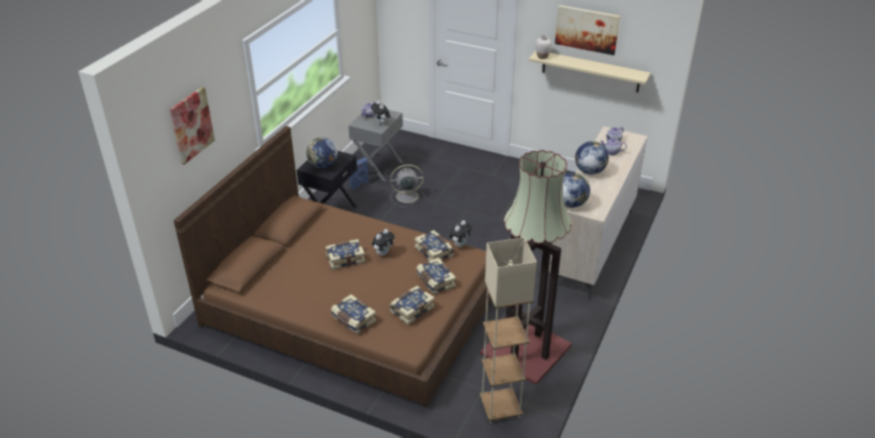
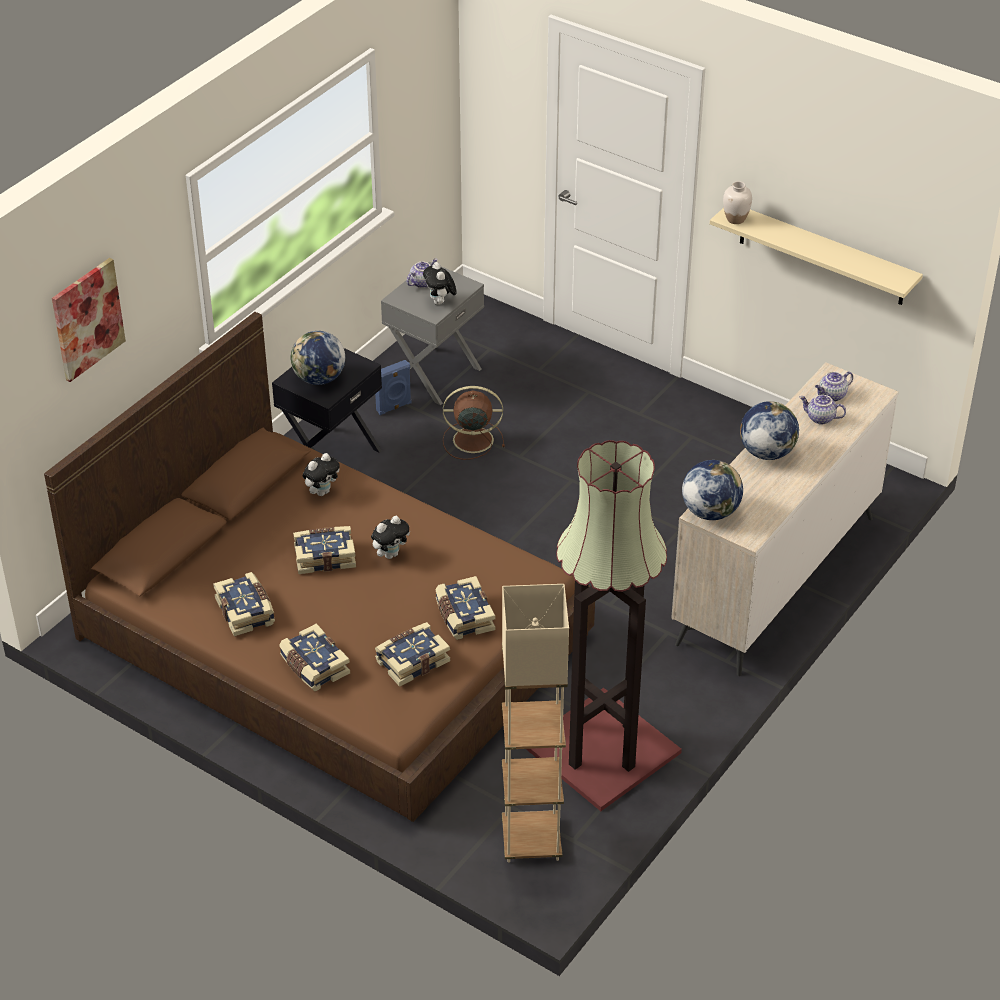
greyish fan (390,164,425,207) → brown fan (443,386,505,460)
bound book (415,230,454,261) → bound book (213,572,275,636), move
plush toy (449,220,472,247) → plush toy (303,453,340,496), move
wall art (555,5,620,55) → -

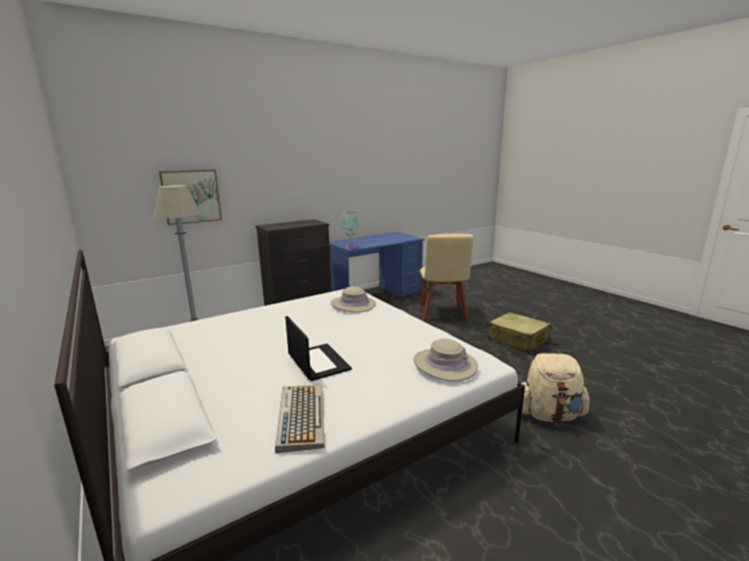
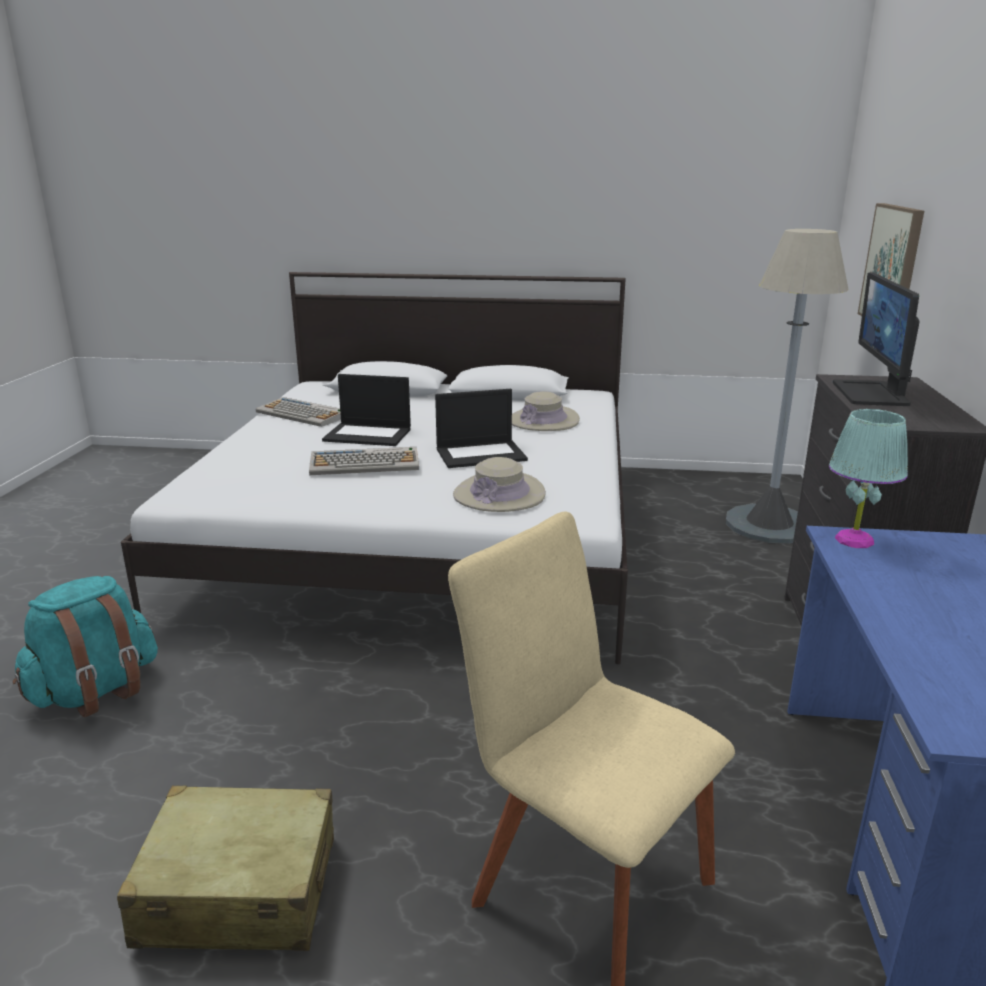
sand-coloured hat (414,339,478,381) → sand-coloured hat (512,391,580,431), move
sand-coloured backpack (521,353,591,422) → turquoise-coloured backpack (13,576,158,717)
- → computer keyboard (309,447,419,475)
- → laptop (435,389,528,468)
- → monitor (833,272,919,406)

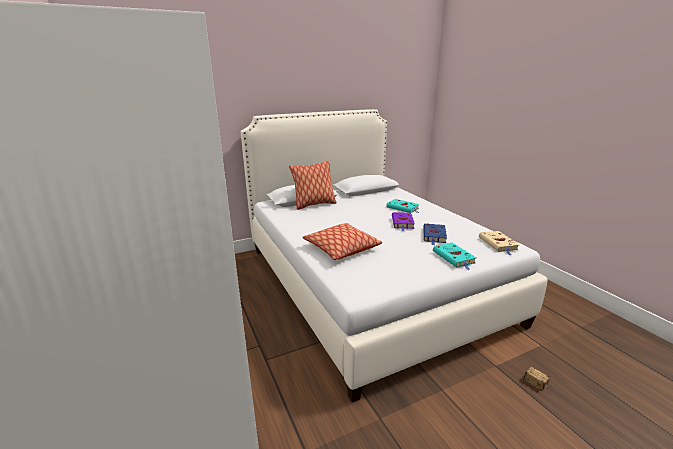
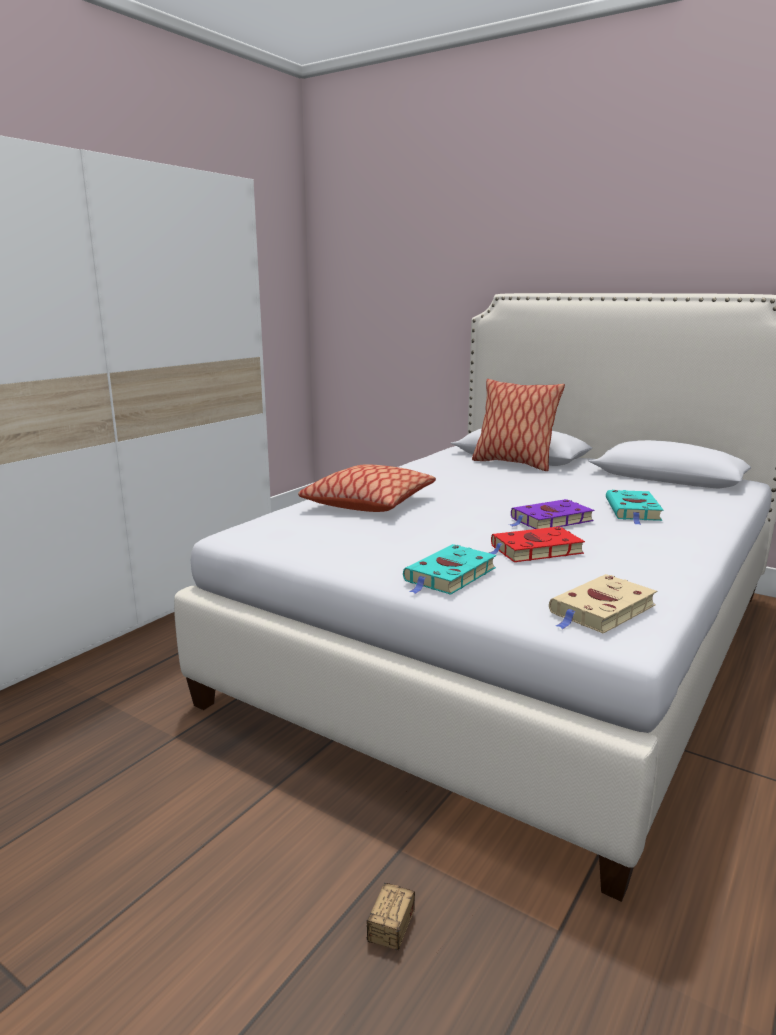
bluish bound book (423,224,447,245) → red-coloured bound book (489,526,585,562)

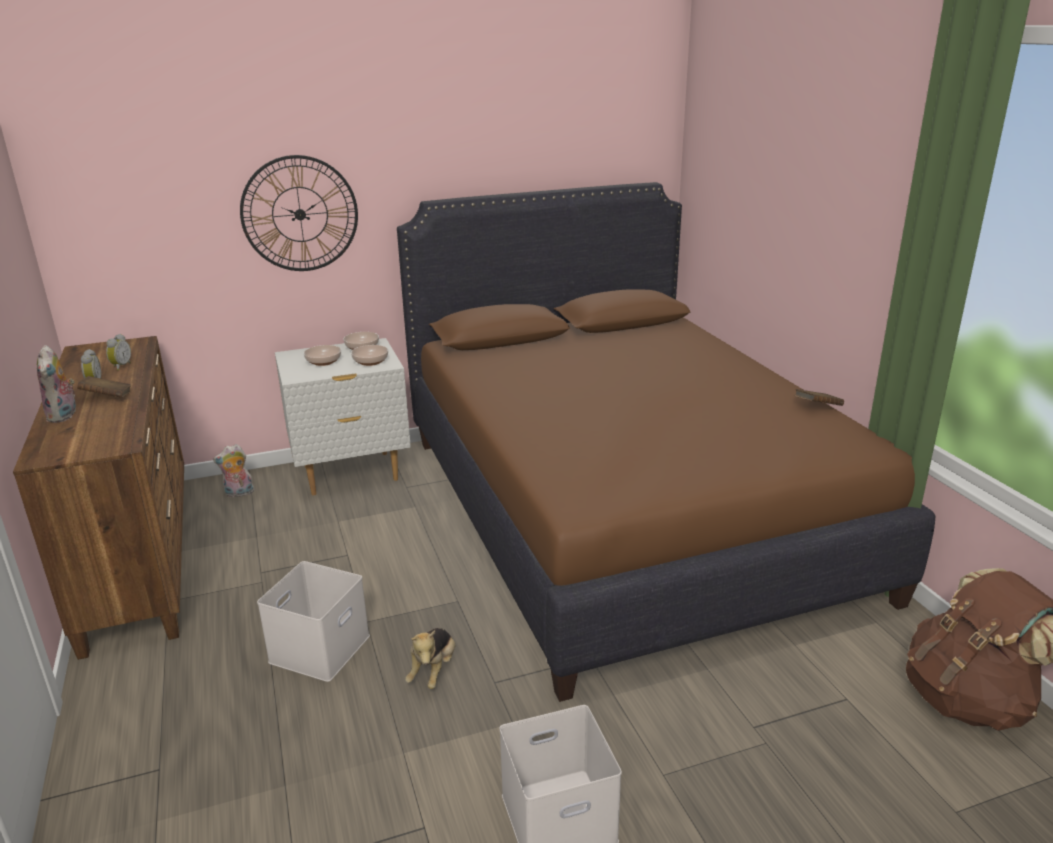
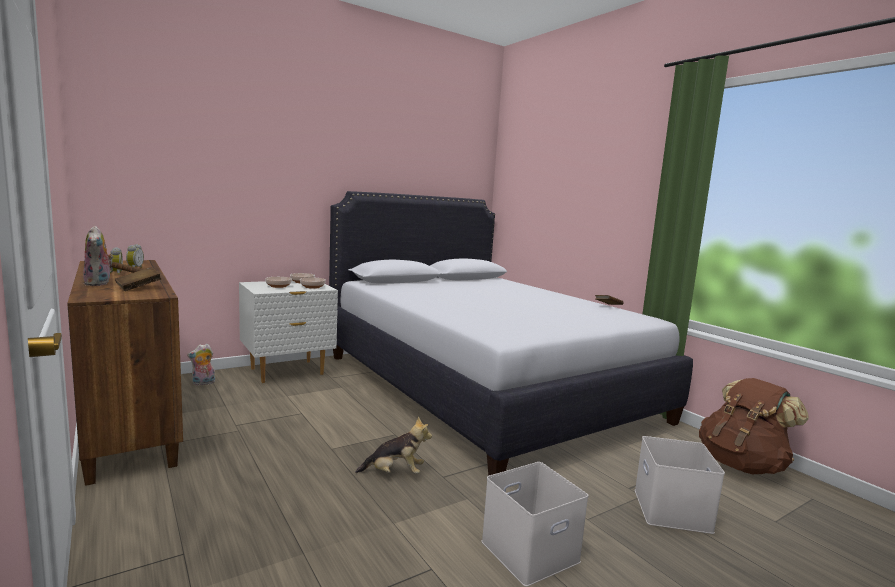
hanging clock (240,155,358,271) → -
white storage bin (257,561,370,682) → white storage bin (635,436,725,534), move
brown bedroom bed (397,182,935,702) → white bedroom bed (329,191,693,476)
plush toy (405,628,455,689) → plush toy (355,417,432,474), 90 degrees counterclockwise
- → brown bound book (115,267,162,291)

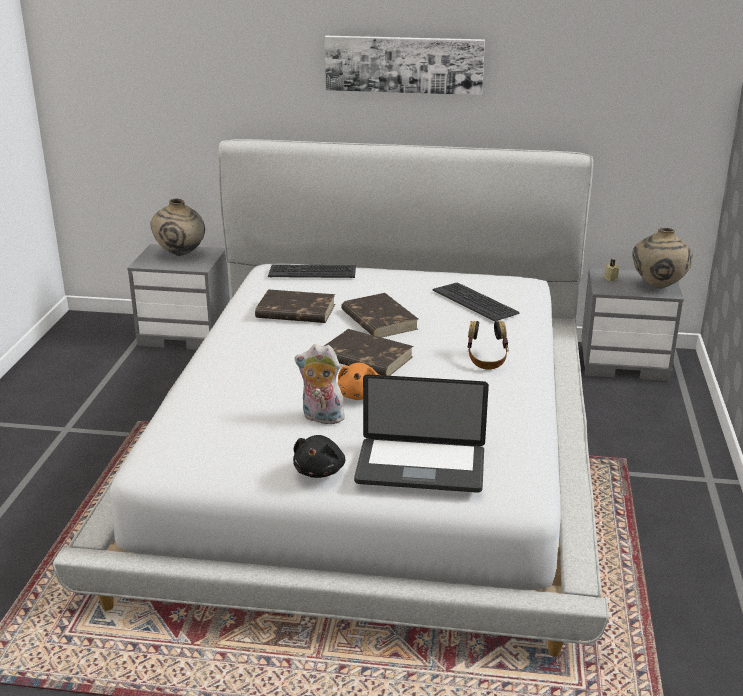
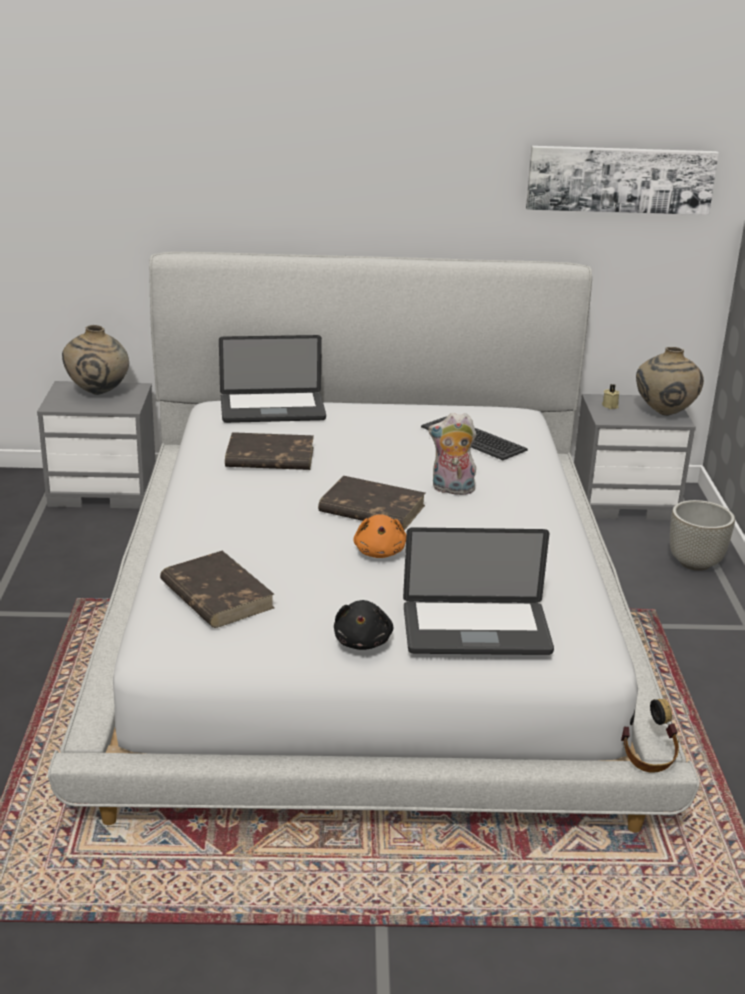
computer keyboard (268,264,356,278) → laptop (219,335,326,423)
plush toy (295,344,345,424) → plush toy (428,413,477,495), move
wall art (325,36,485,95) → wall art (526,146,719,215), move
brown bound book (341,293,418,338) → brown bound book (160,551,274,628), move
headset (468,321,509,370) → headset (621,699,679,773), move
- → greyish flower pot (670,500,735,571)

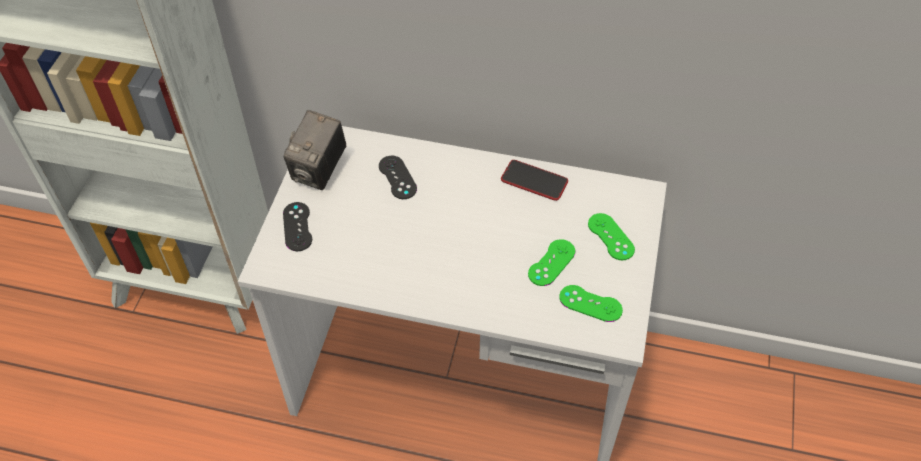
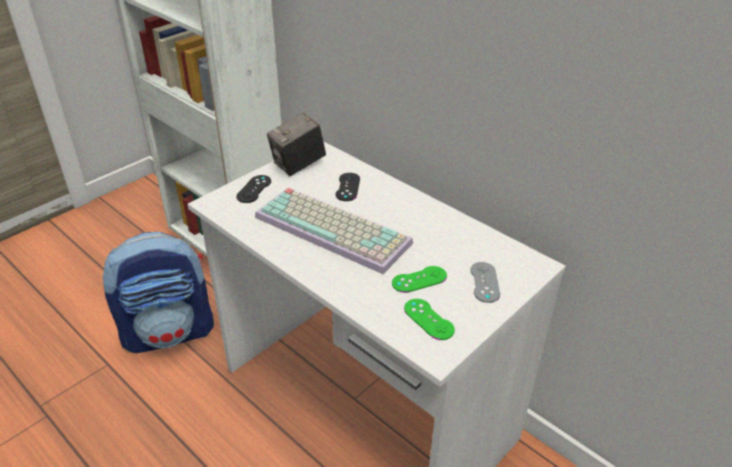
handset (501,160,568,201) → -
green-coloured gamepad (588,213,635,260) → greyish gamepad (470,262,500,303)
- → backpack (102,232,214,353)
- → computer keyboard (255,188,413,274)

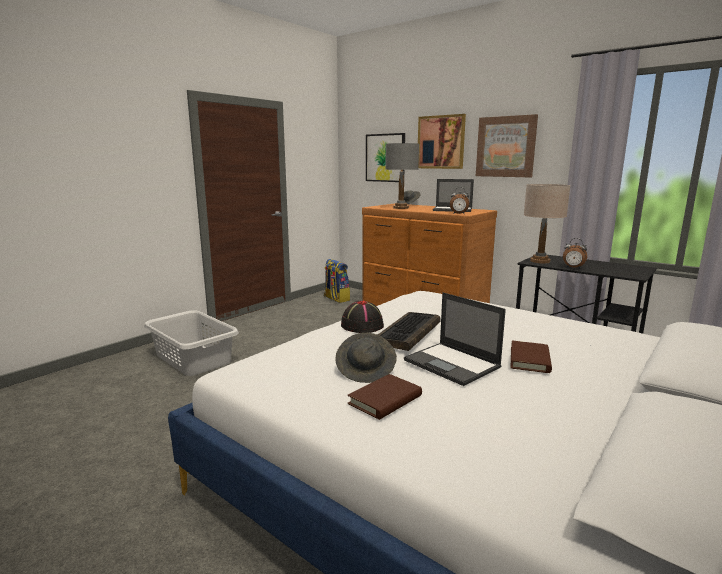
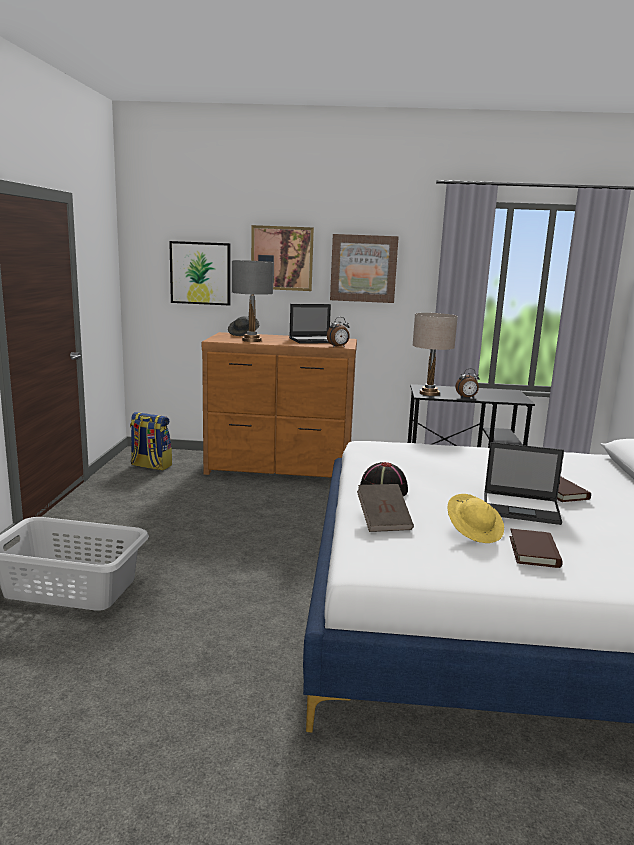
greyish hat (335,333,397,383) → yellowish hat (448,494,504,543)
computer keyboard (378,312,441,351) → -
- → brown bound book (357,484,414,532)

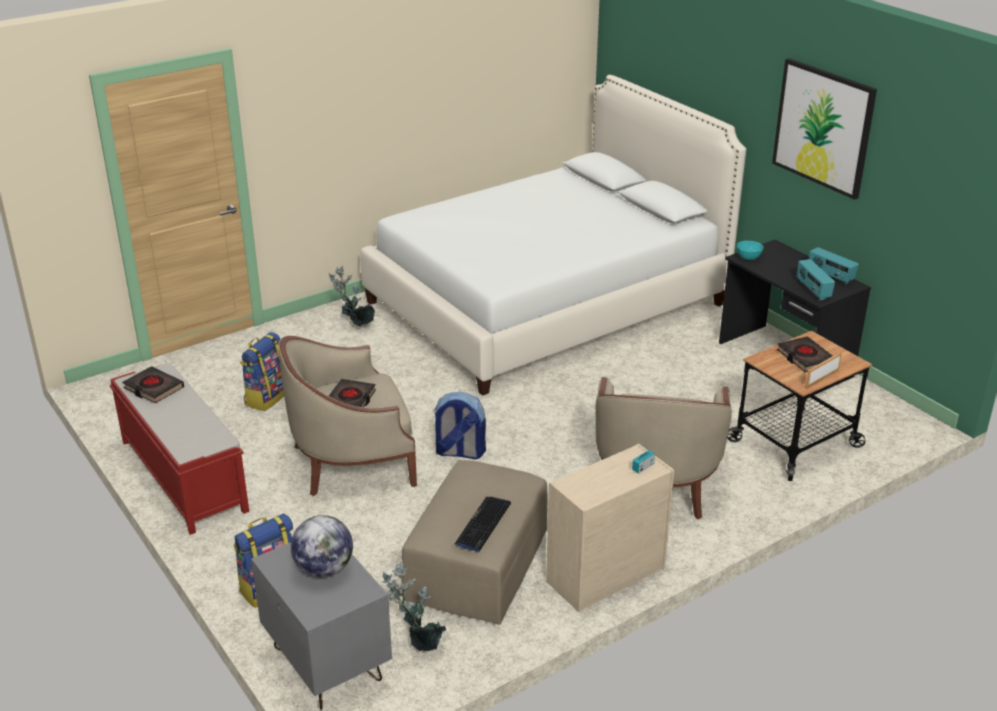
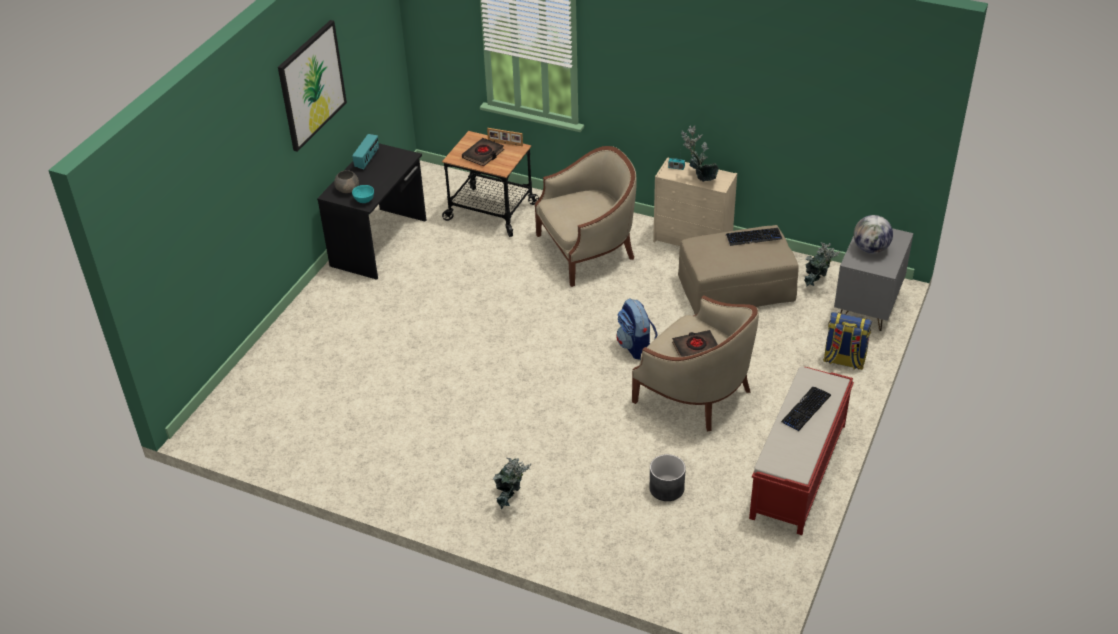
black-coloured bound book (122,366,184,403) → -
backpack (240,332,284,411) → greyish flower pot (649,454,686,501)
white bedroom bed (360,75,746,396) → -
radio (797,259,835,300) → -
- → greyish bowl (334,170,359,193)
- → houseplant (682,125,719,182)
- → computer keyboard (781,387,831,431)

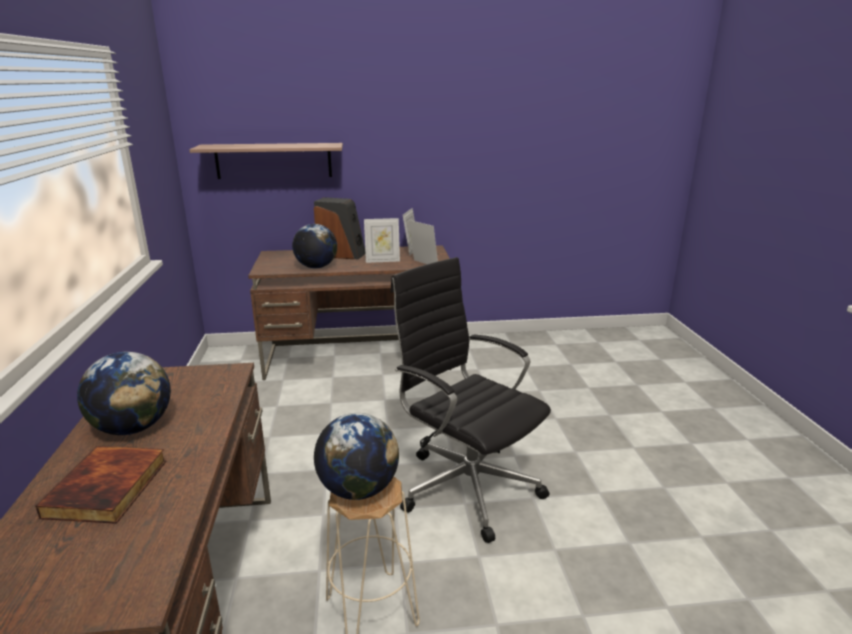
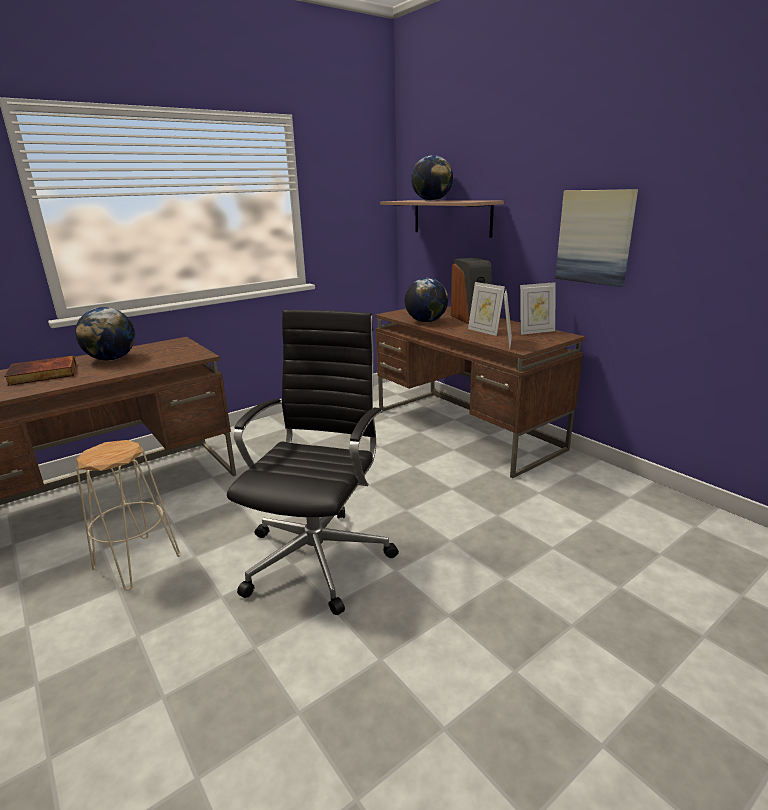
globe (314,413,399,500) → globe (411,155,453,201), move
- → wall art (555,189,638,287)

